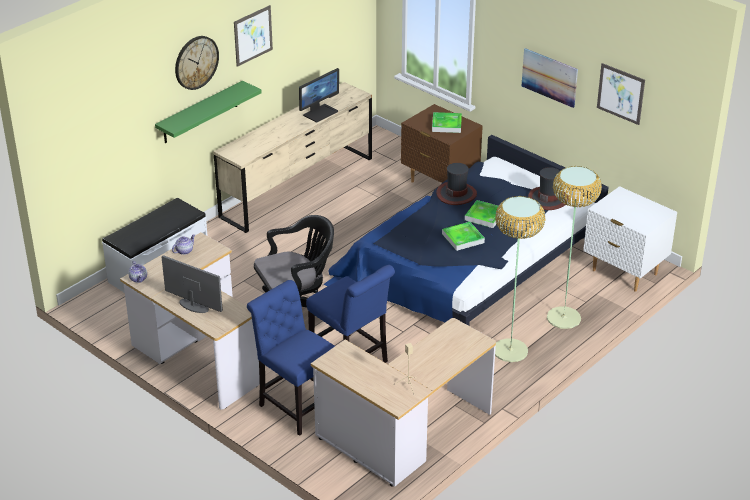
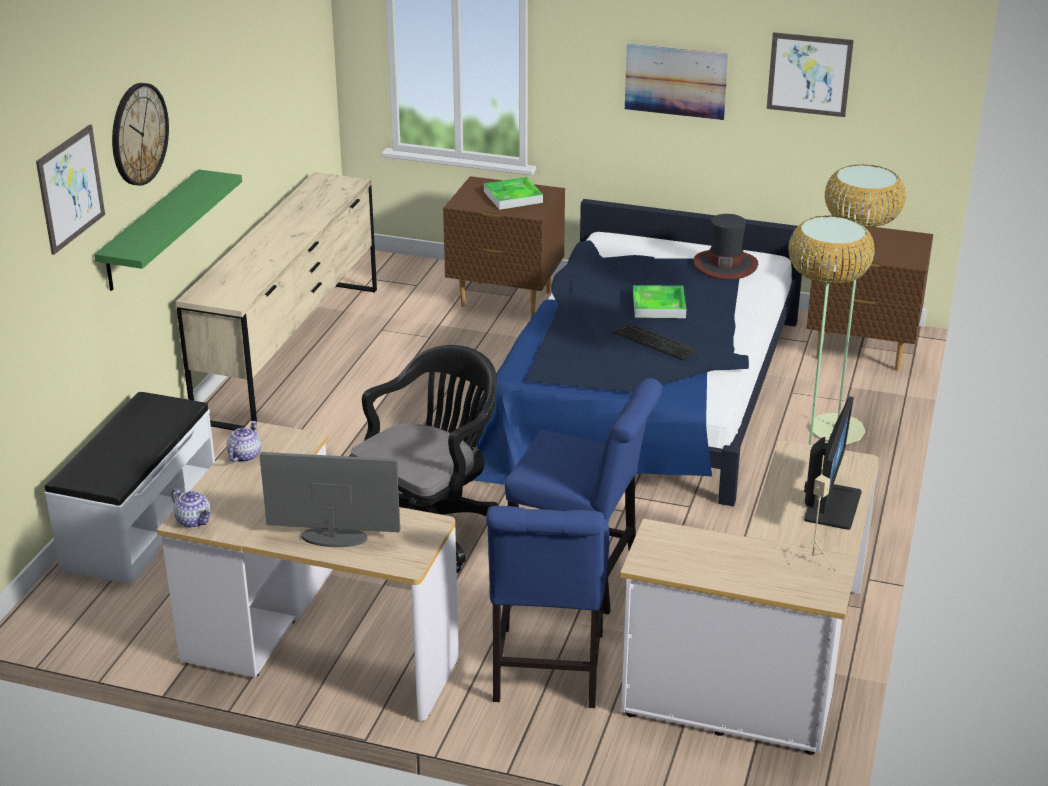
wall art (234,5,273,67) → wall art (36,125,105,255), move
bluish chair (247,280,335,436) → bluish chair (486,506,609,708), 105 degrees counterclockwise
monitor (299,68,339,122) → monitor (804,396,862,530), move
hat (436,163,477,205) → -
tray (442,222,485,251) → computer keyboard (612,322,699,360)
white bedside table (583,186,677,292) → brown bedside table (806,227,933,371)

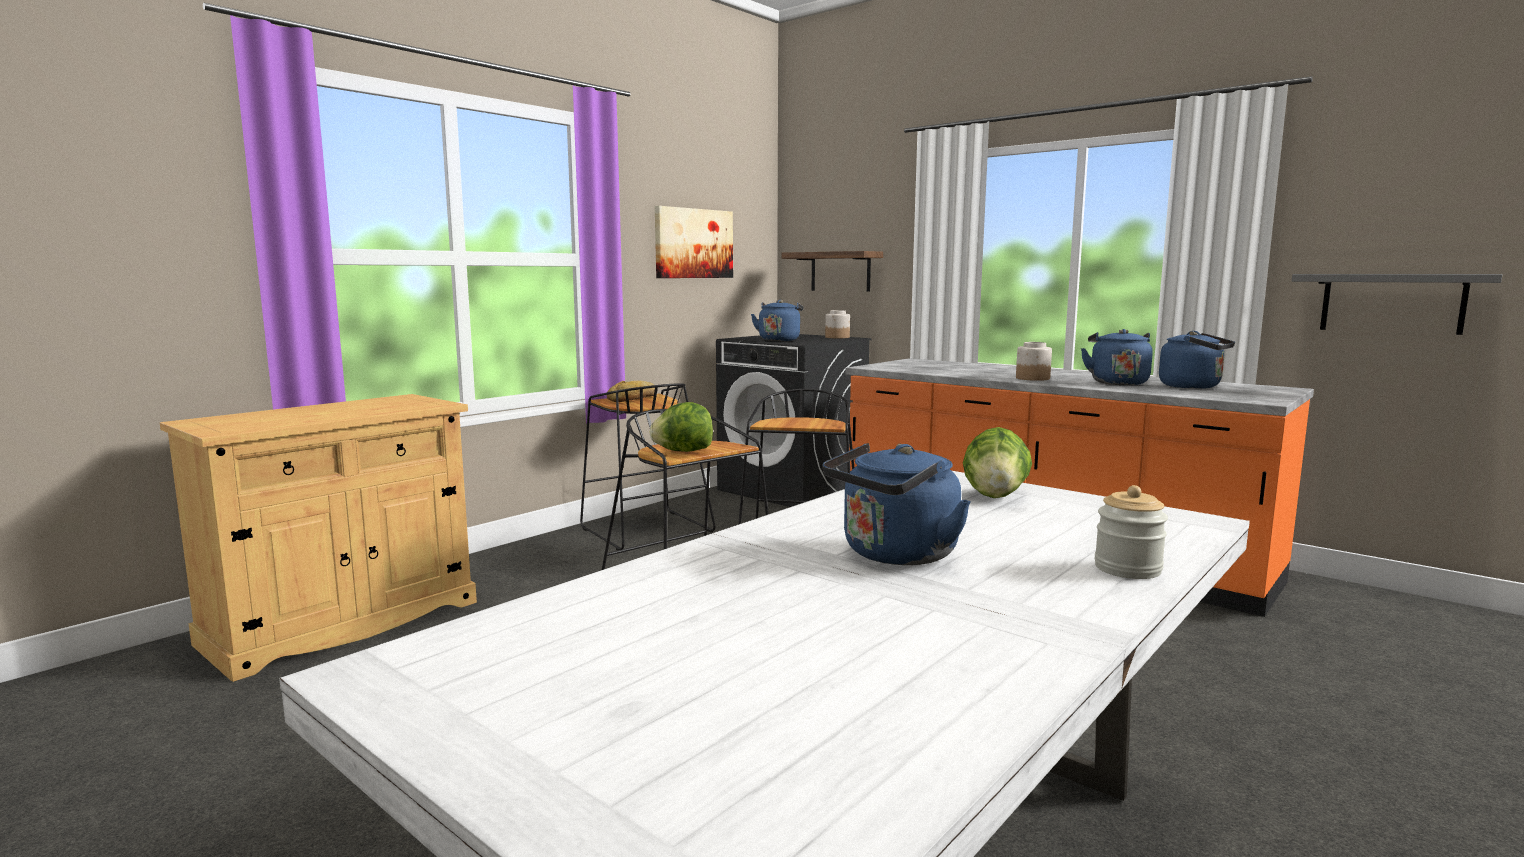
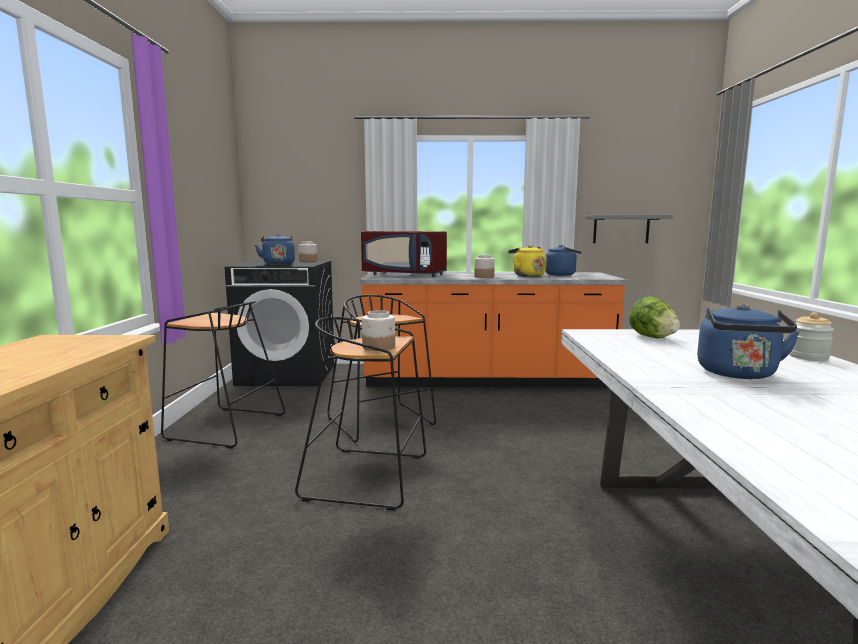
bakery bread (607,381,655,402) → -
lettuce head (649,402,713,452) → preserve jar (362,310,395,351)
wall art (655,206,733,278) → -
wall shelf (781,251,883,292) → -
bluish tea kettle (1081,329,1153,385) → yellowish tea kettle (508,245,546,277)
- → red-coloured kitchen microwave (361,231,447,277)

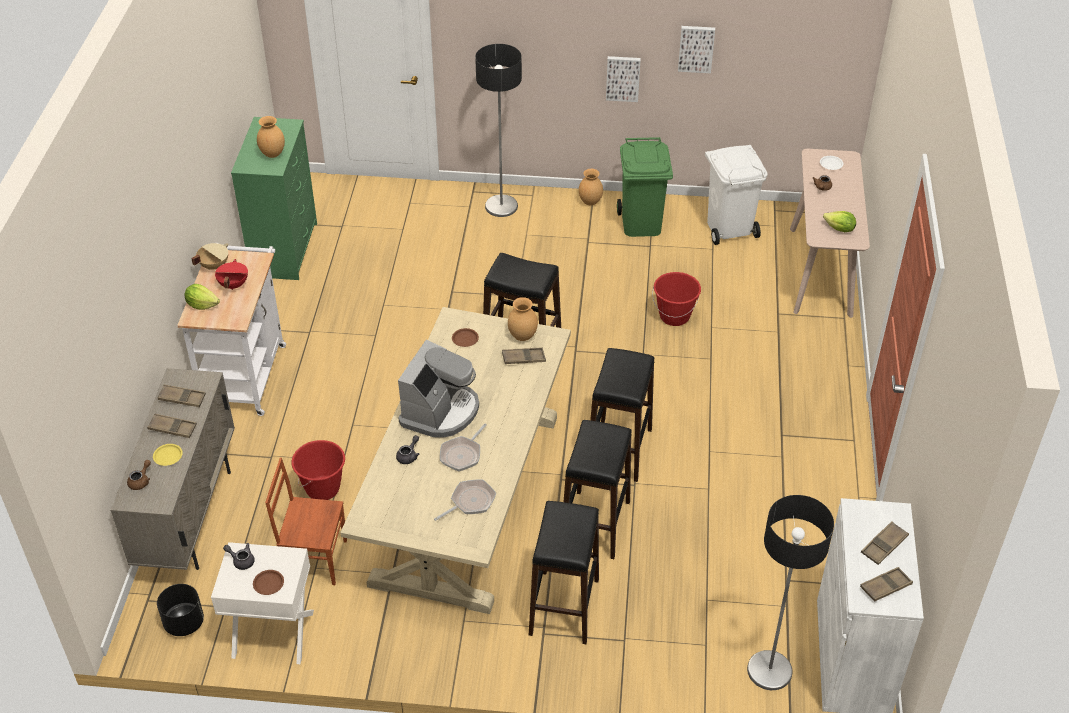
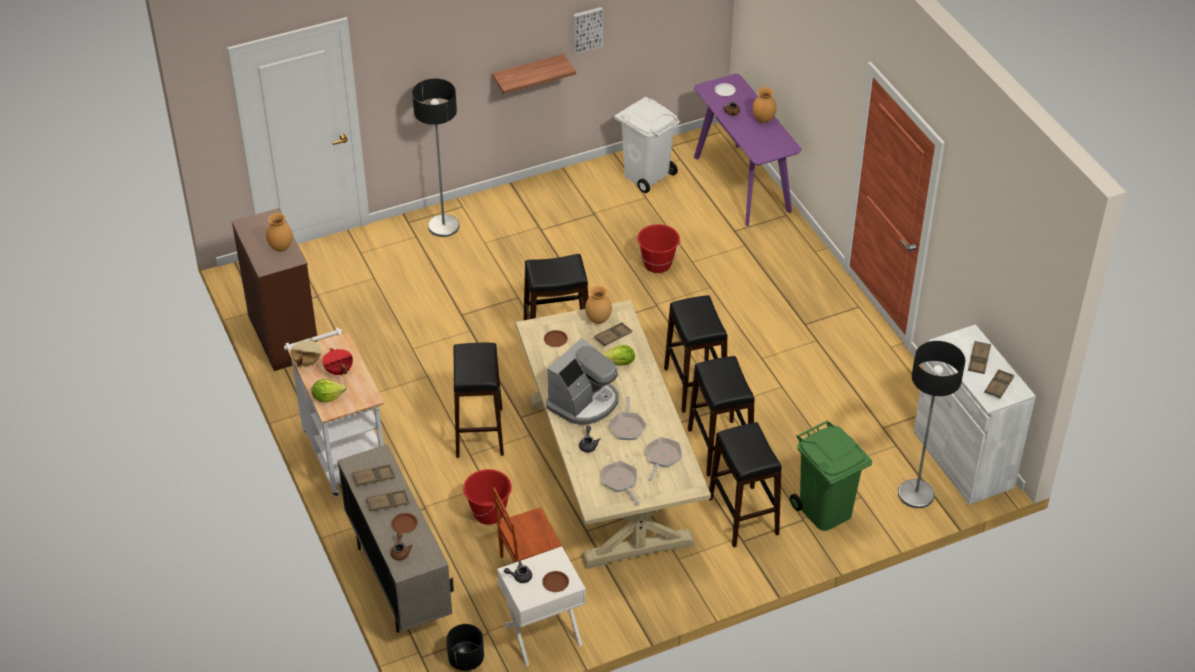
yellowish dinner plate (153,444,183,466) → brown dinner plate (391,513,418,533)
green-coloured chest of drawers (231,117,317,280) → brown chest of drawers (232,208,318,371)
coffee machine (398,340,479,438) → coffee machine (546,338,619,425), 45 degrees clockwise
brown decorative vase (579,169,603,206) → brown decorative vase (753,87,777,123), move
wall art (606,56,641,102) → wall shelf (492,54,576,94)
green-coloured rubbish bin (617,137,673,237) → green-coloured rubbish bin (790,421,872,531), move
sand-coloured console table (790,149,870,318) → purplish console table (694,74,801,226)
lettuce head (823,211,856,232) → lettuce head (602,345,635,365), move
- → black-coloured stool (453,343,504,458)
- → pan (601,461,640,505)

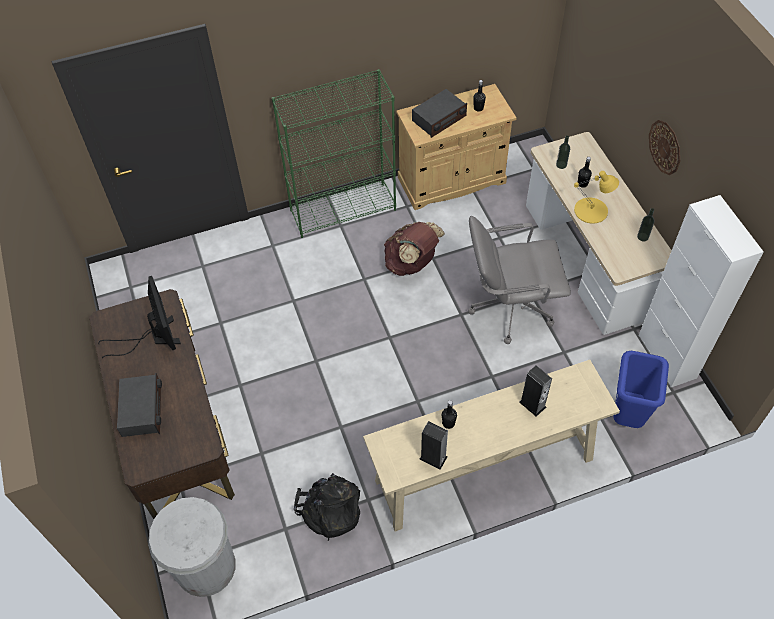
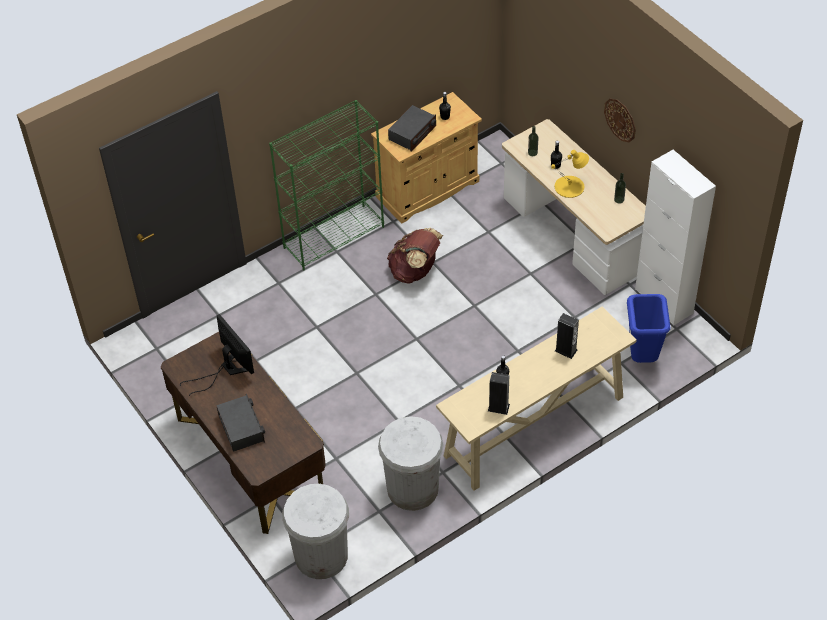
black-coloured backpack (294,473,360,541) → white rubbish bin (378,416,444,511)
greyish desk chair (468,216,571,344) → -

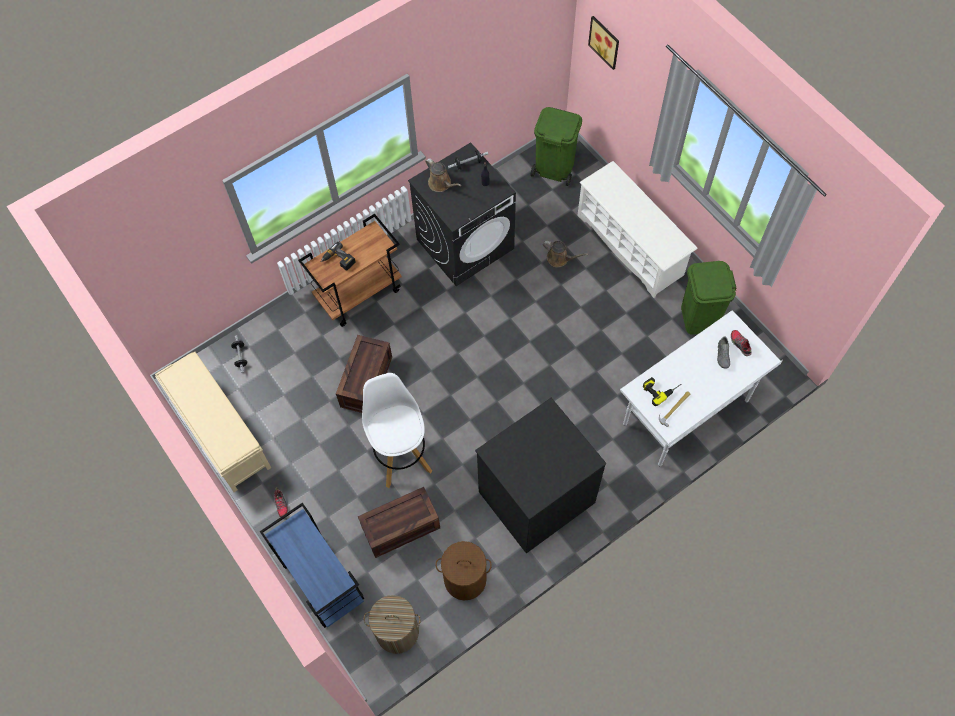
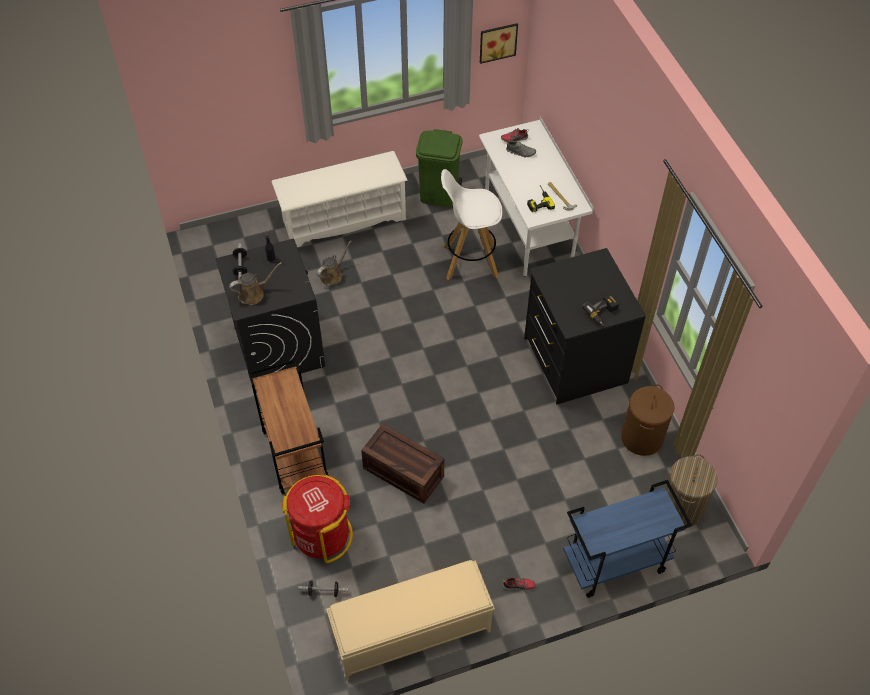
power drill (321,241,356,271) → power drill (582,294,619,326), move
crate (358,487,440,558) → -
white stool (362,373,432,488) → white stool (441,169,503,280), move
green-coloured rubbish bin (530,107,582,186) → -
wall art (588,16,619,70) → wall art (480,23,518,64), move
- → red-coloured rubbish bin (282,475,353,564)

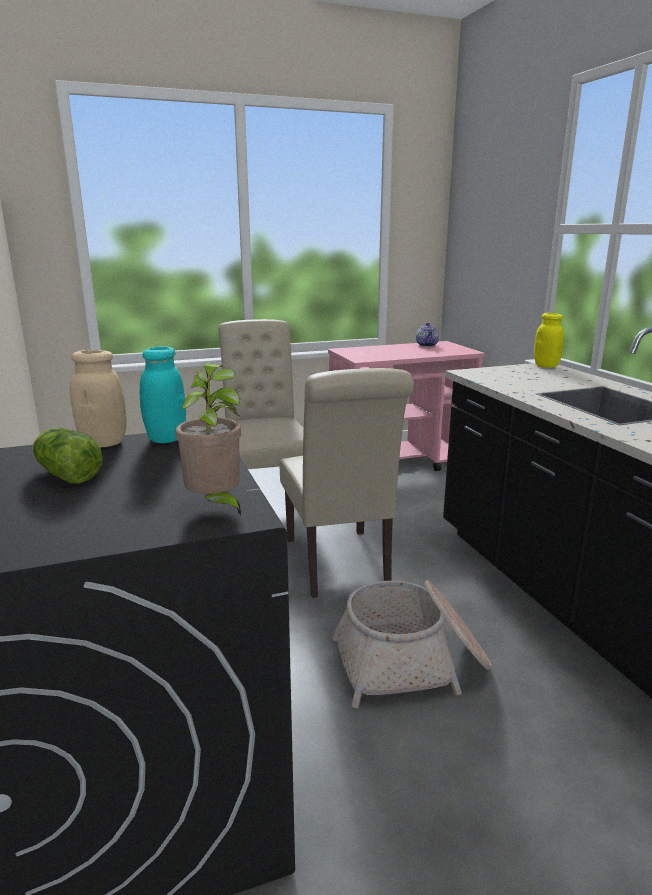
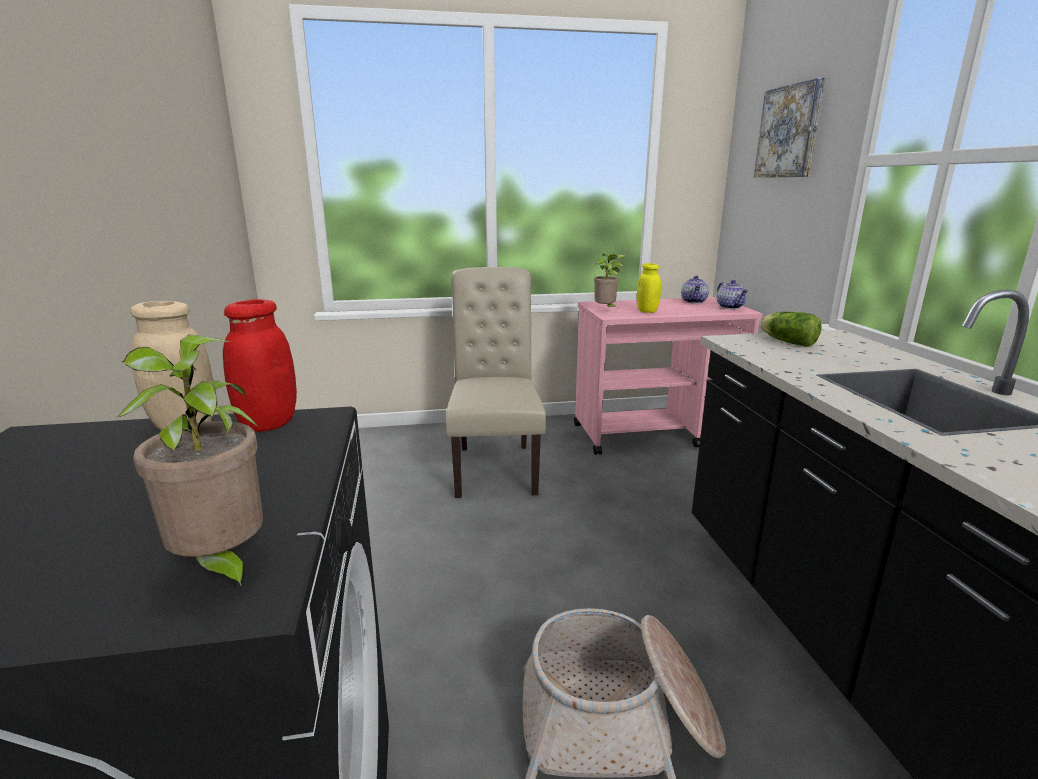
lettuce head (33,428,103,484) → lettuce head (760,311,821,347), move
turquoise-coloured preserve jar (140,346,186,443) → red-coloured preserve jar (223,299,297,432)
sand-coloured chair (280,368,414,598) → -
yellowish preserve jar (534,313,564,368) → yellowish preserve jar (637,263,661,313), move
- → houseplant (594,254,626,311)
- → teapot (717,280,748,309)
- → wall art (754,77,825,178)

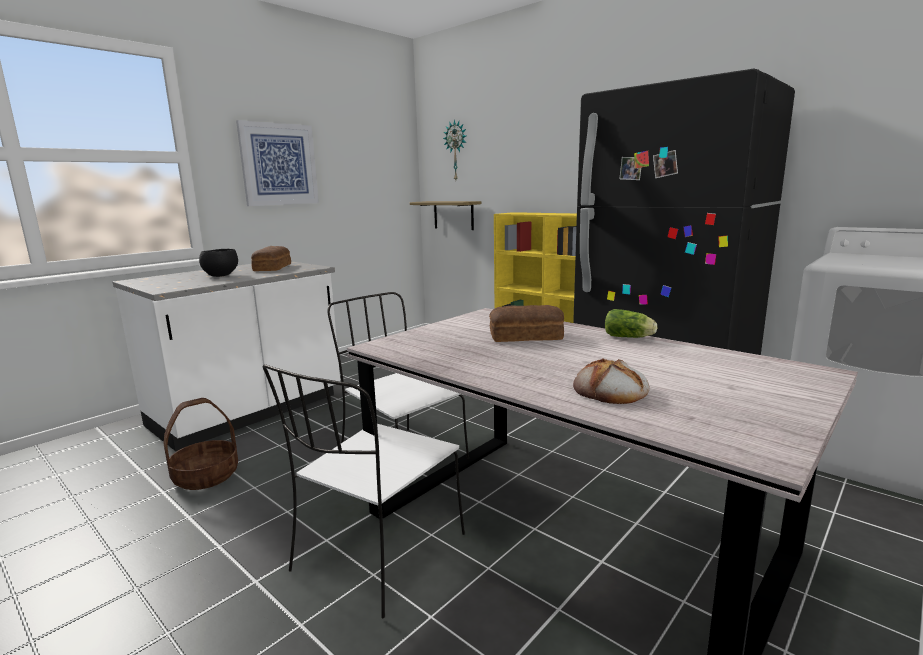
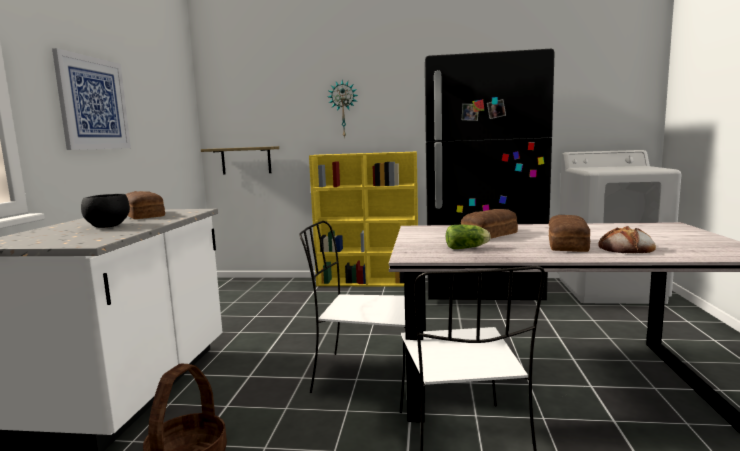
hanging clock (443,119,466,180) → hanging clock (328,80,358,138), move
lettuce head (605,309,657,338) → lettuce head (446,225,491,249), move
- → bakery bread (549,215,590,252)

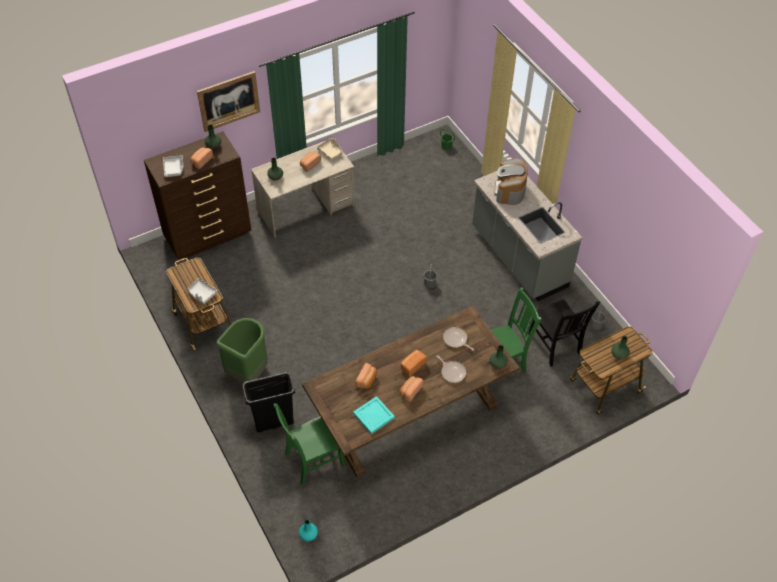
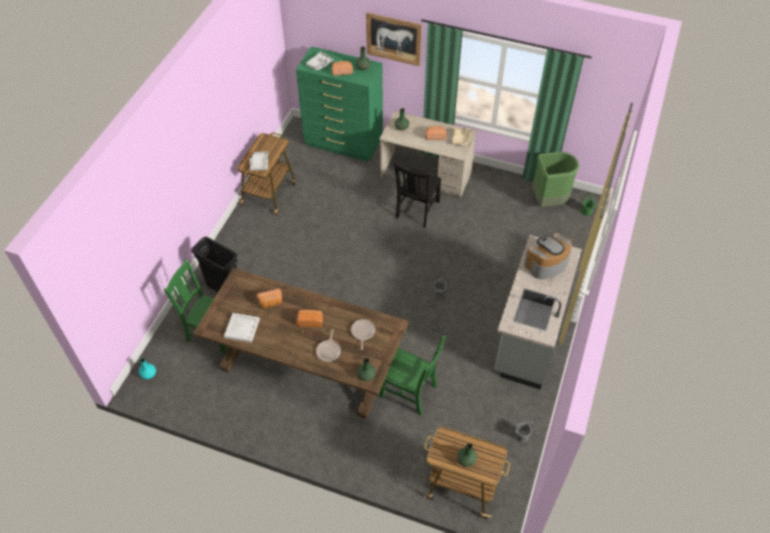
brown chest of drawers (144,131,251,260) → green-coloured chest of drawers (296,46,383,161)
green-coloured rubbish bin (216,318,268,383) → green-coloured rubbish bin (532,152,579,207), move
turquoise-coloured tray (353,396,395,434) → white tray (224,313,260,343)
bakery bread (400,376,424,402) → -
black-coloured chair (528,300,600,367) → black-coloured chair (394,162,442,228), move

